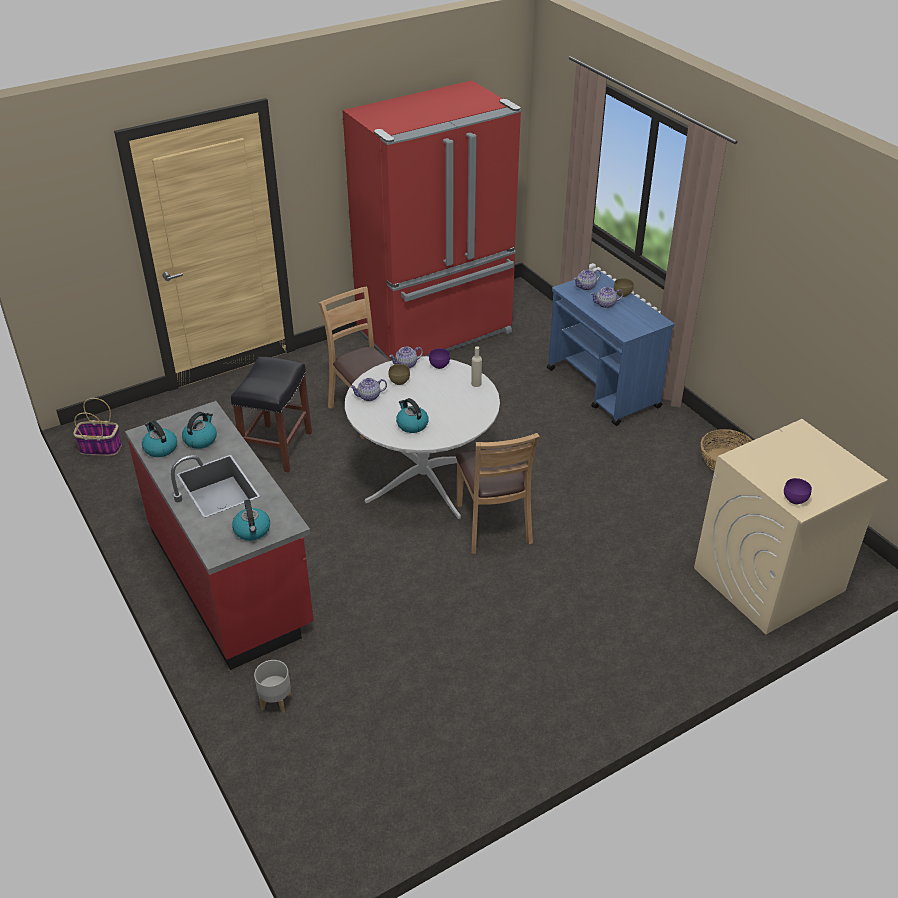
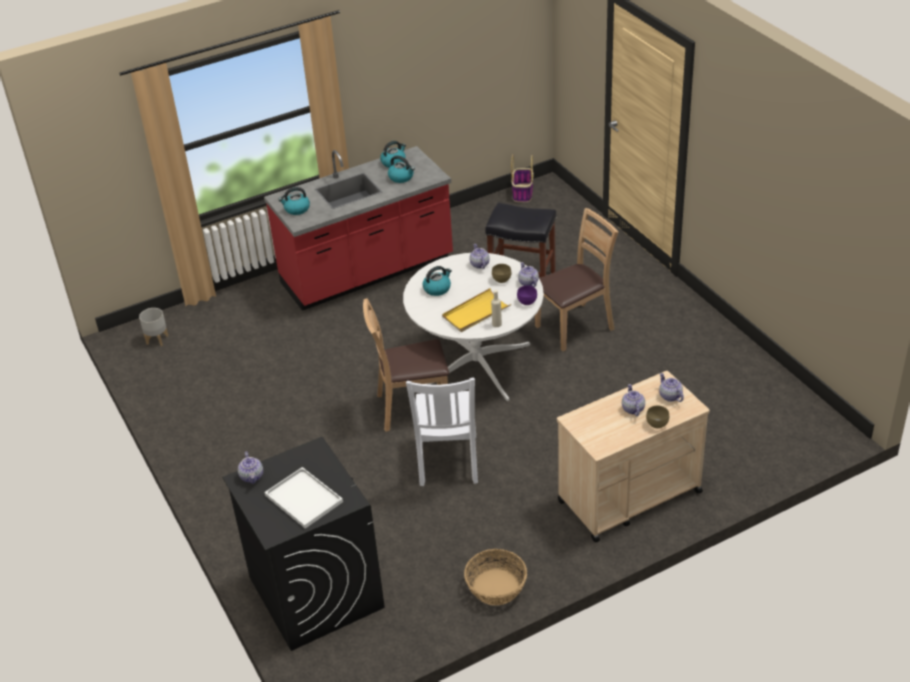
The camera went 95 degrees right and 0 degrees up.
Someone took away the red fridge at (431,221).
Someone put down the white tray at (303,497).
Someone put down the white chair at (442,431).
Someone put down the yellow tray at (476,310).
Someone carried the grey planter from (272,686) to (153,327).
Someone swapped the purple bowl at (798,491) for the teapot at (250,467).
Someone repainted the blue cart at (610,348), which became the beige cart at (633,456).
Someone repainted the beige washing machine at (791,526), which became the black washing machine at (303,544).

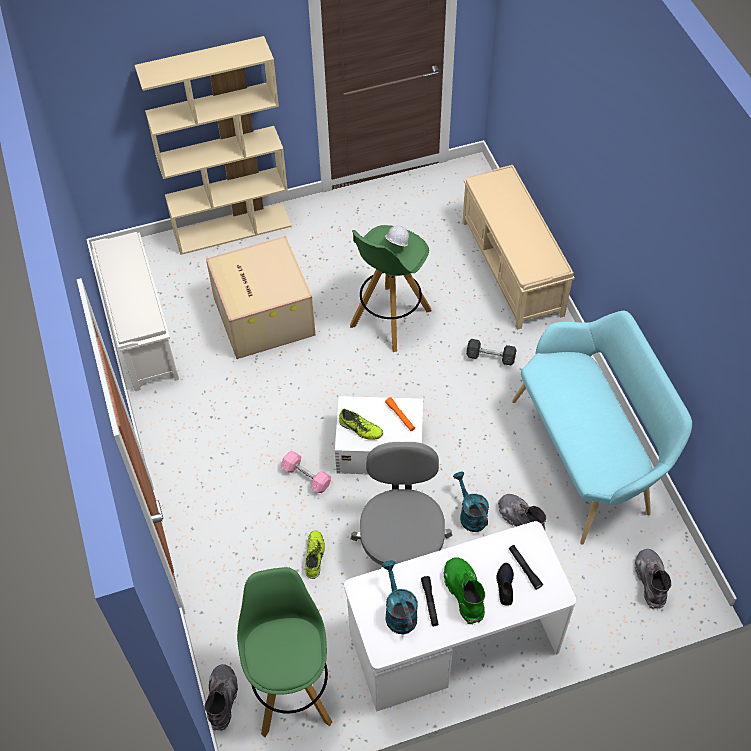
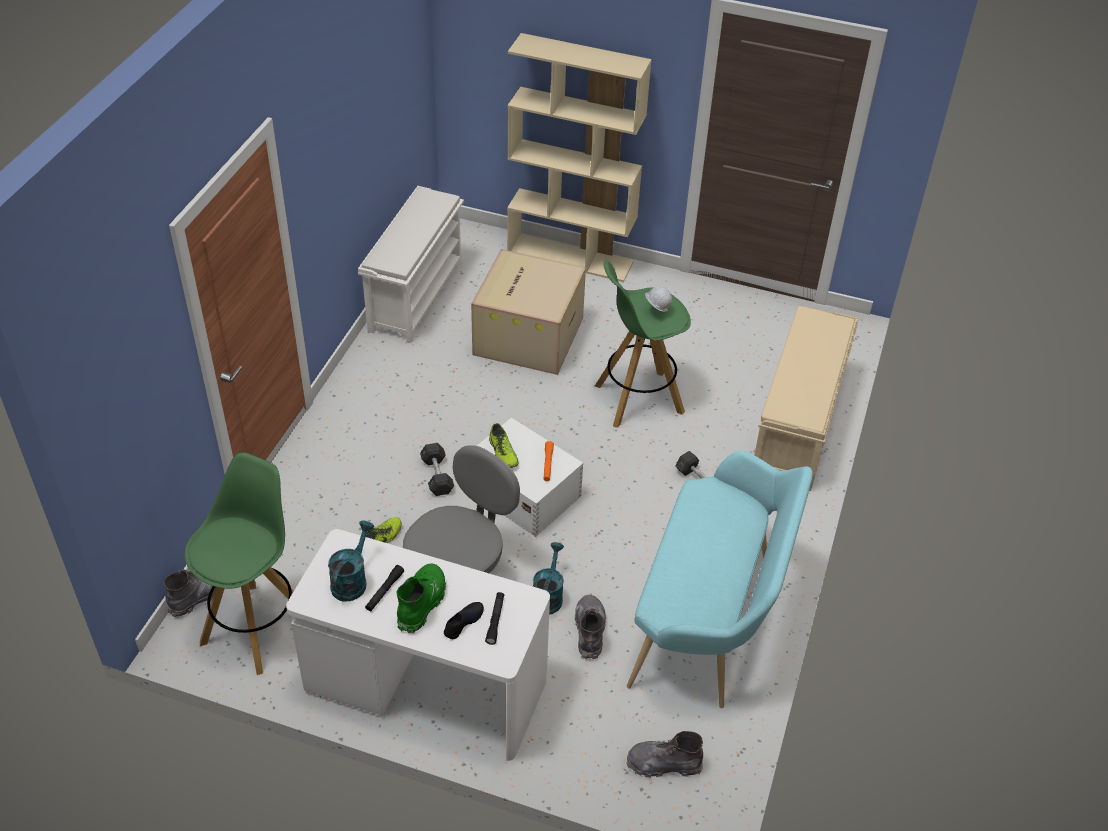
The camera went 35 degrees right and 10 degrees down.
Someone repainted the pink dumbbell at (306,472), which became the grey dumbbell at (437,469).
Someone rotated the grey boot at (653,579) by 120 degrees counterclockwise.

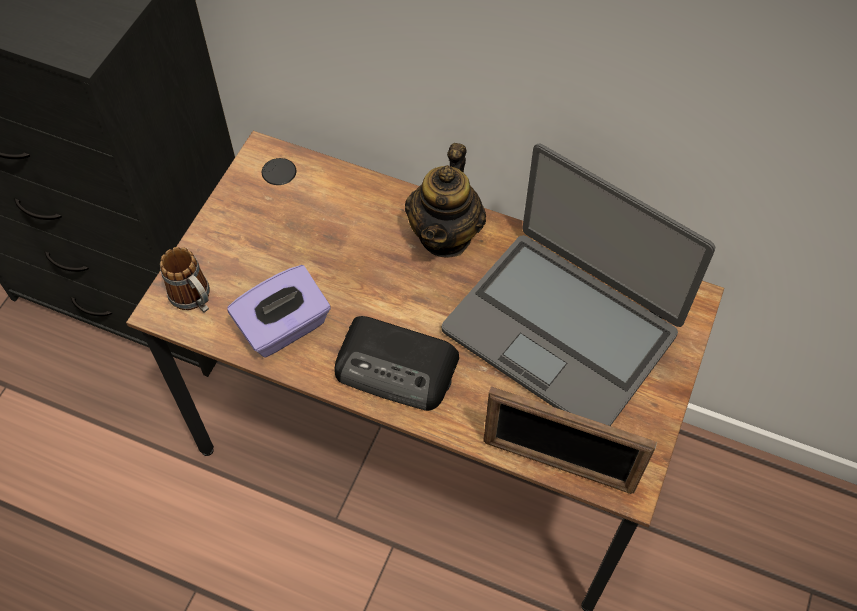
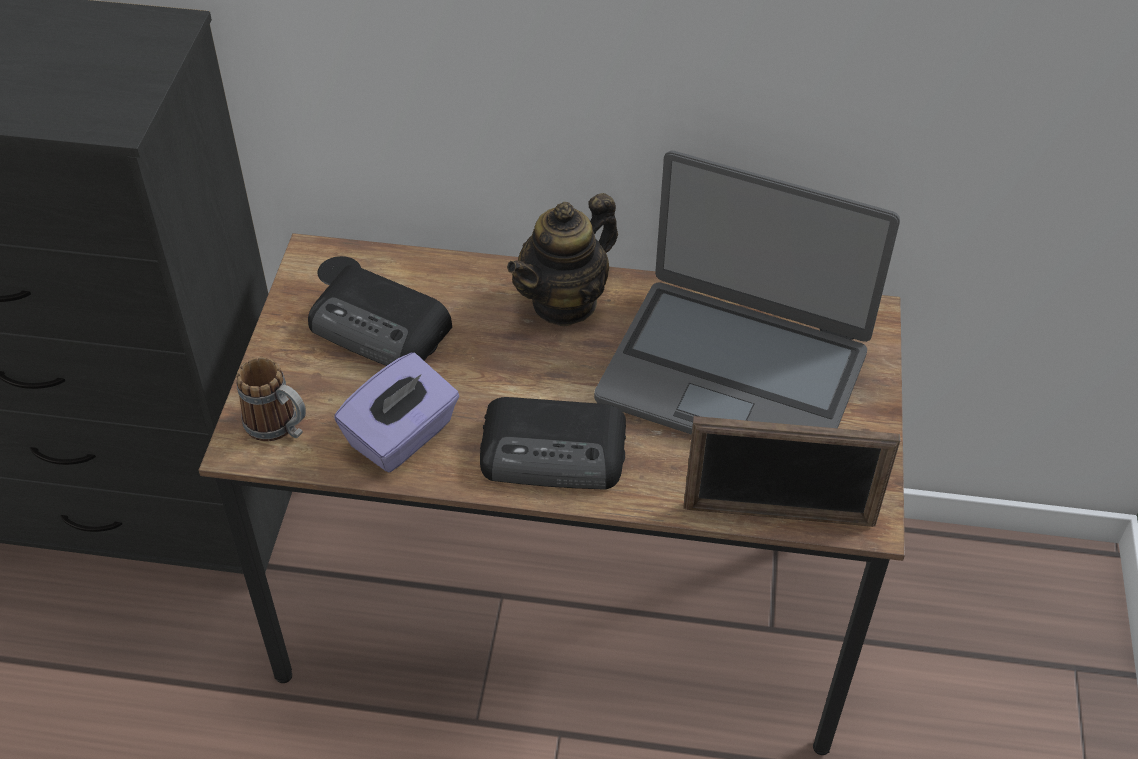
The camera went 15 degrees left and 10 degrees down.
Someone put down the radio at (380,315).
Someone rotated the teapot at (445,200) by 45 degrees clockwise.

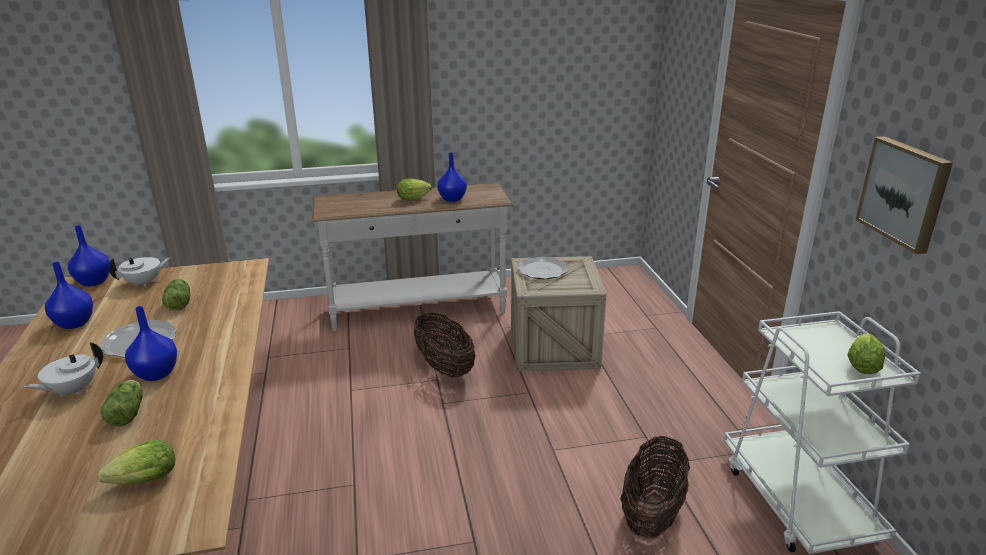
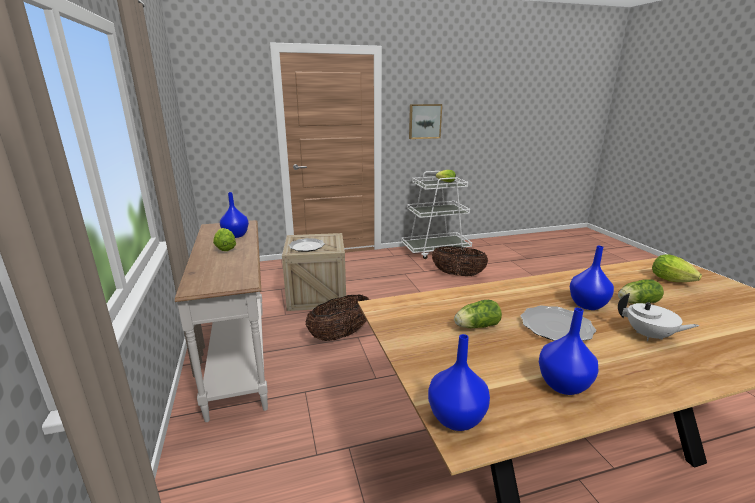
The camera went 95 degrees left and 5 degrees down.
Someone took away the white teapot at (140,272).

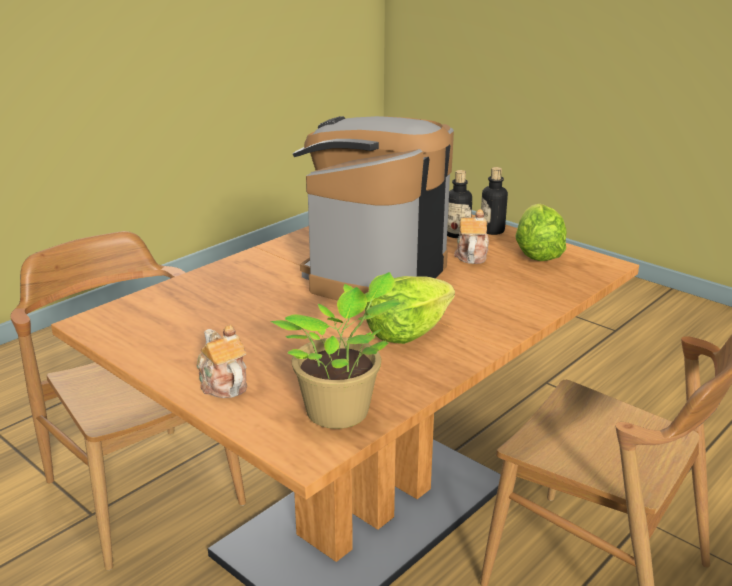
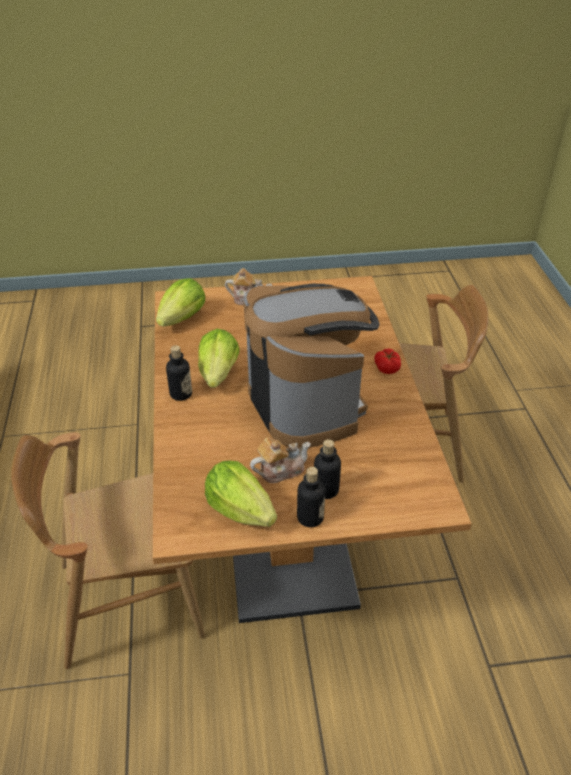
The camera went 130 degrees right and 15 degrees up.
Someone put down the bottle at (179,373).
Someone put down the tomato at (387,361).
Someone swapped the potted plant at (335,350) for the lettuce at (180,302).
Someone rotated the teapot at (471,236) by 75 degrees counterclockwise.

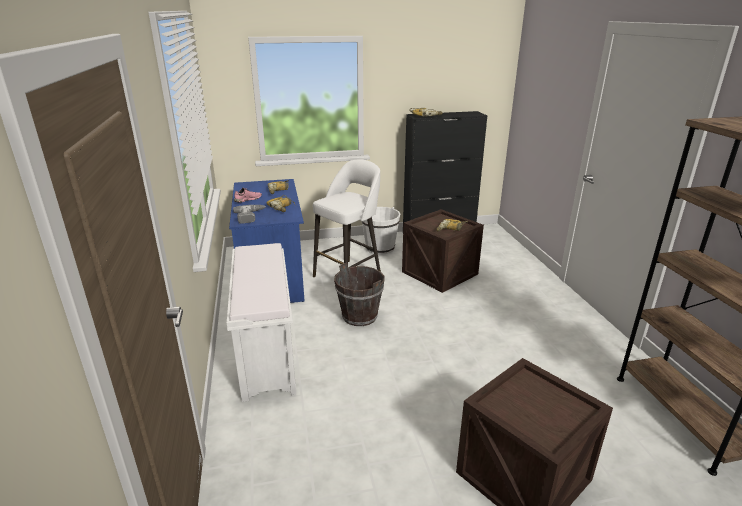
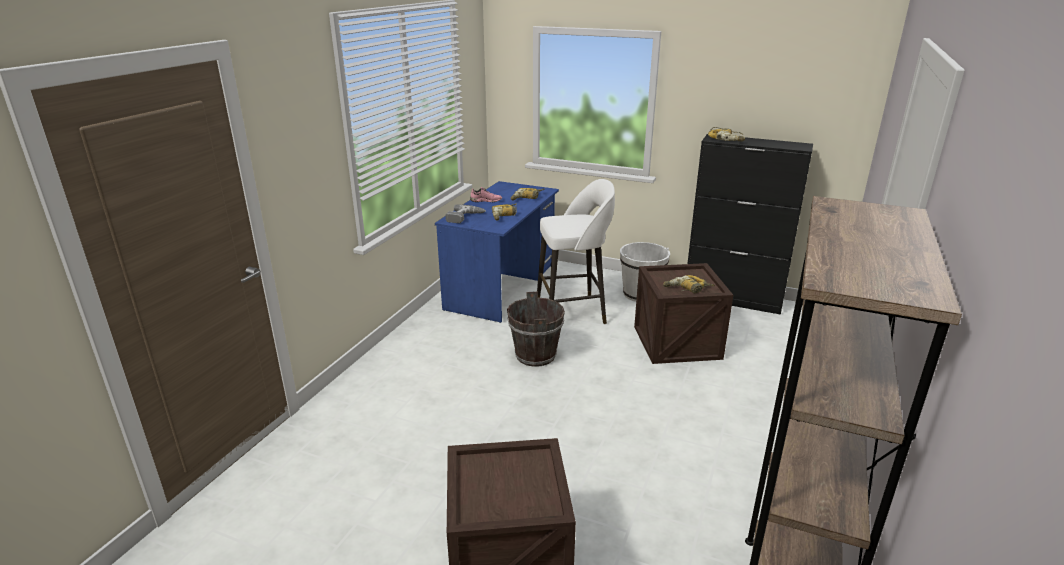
The camera went 35 degrees right and 0 degrees up.
Someone took away the white bench at (261,322).

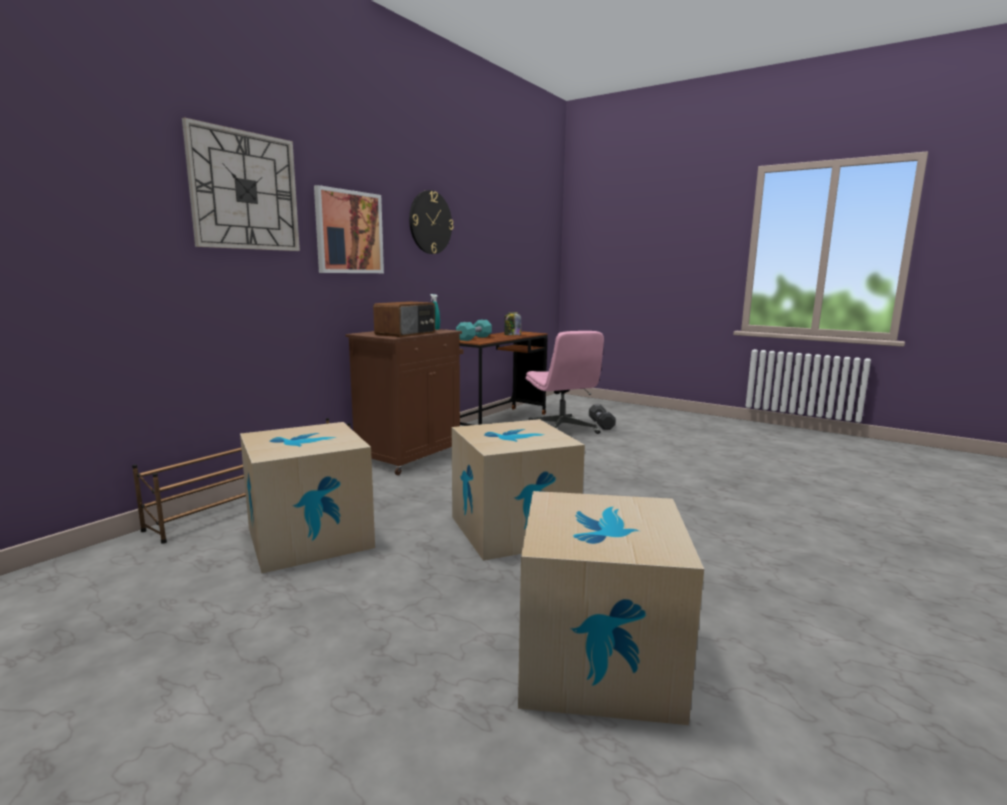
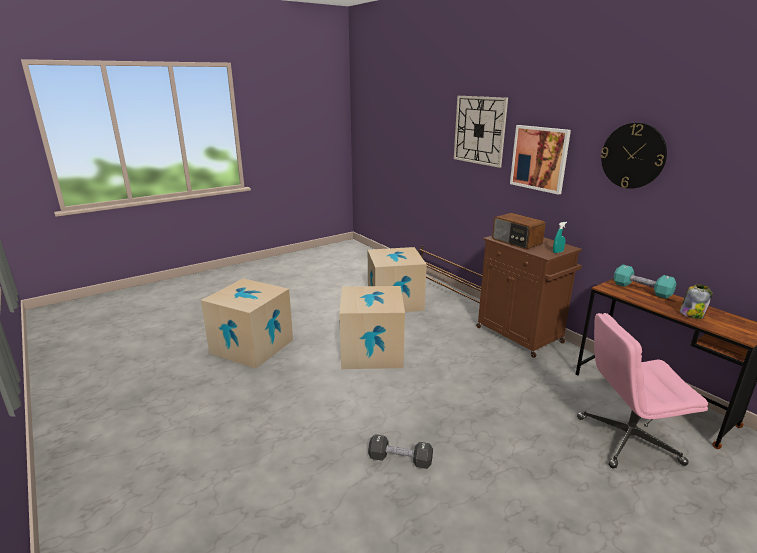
The camera went 110 degrees right and 10 degrees up.
Someone carried the black dumbbell from (602,417) to (400,451).

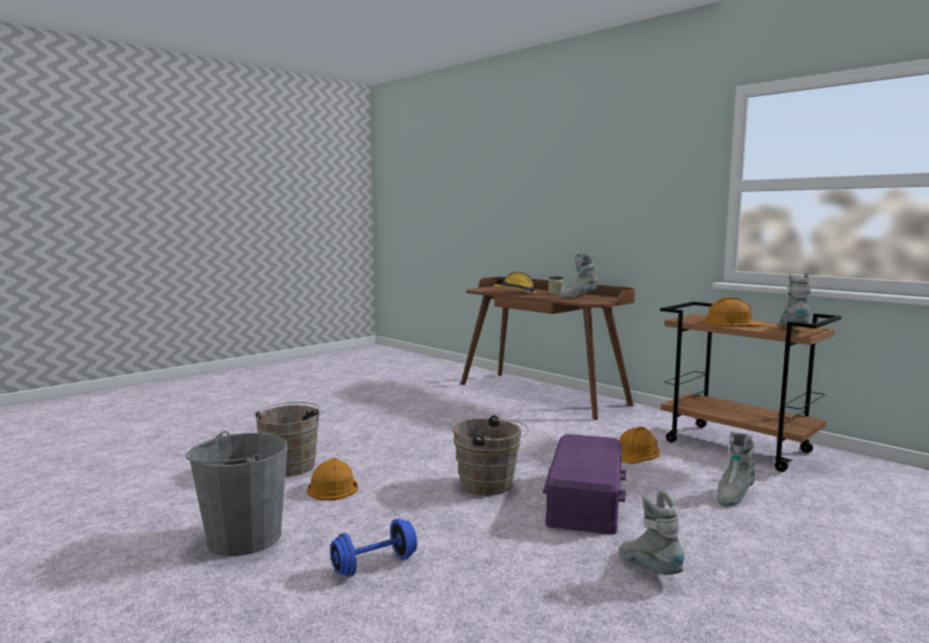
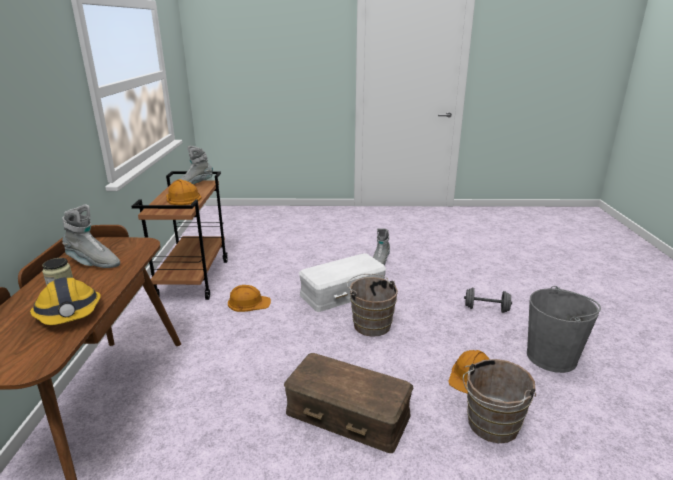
The camera went 135 degrees left and 15 degrees up.
Someone took away the grey boot at (736,468).
Someone put down the brown storage box at (348,403).
Someone repainted the blue dumbbell at (373,547), which became the grey dumbbell at (488,300).
Someone repainted the purple storage box at (584,484), which became the white storage box at (342,282).

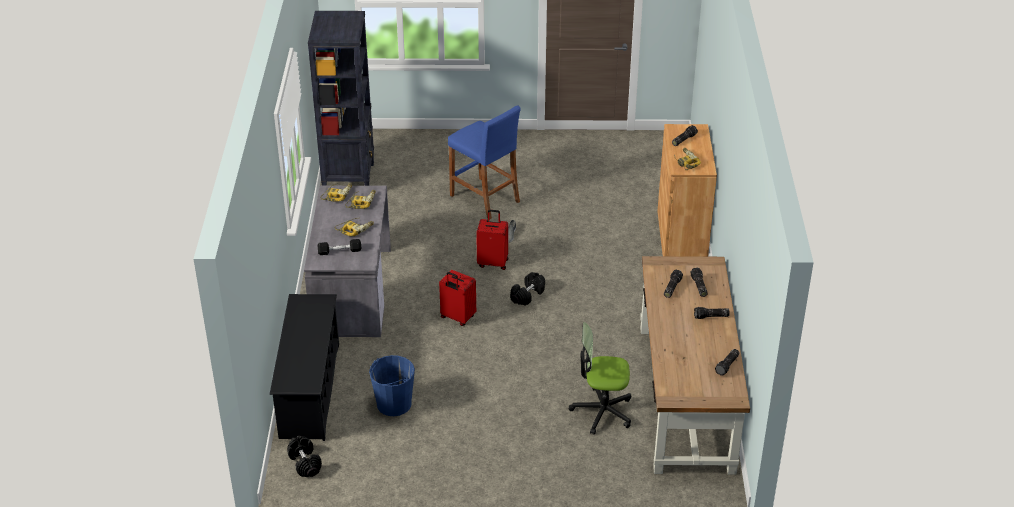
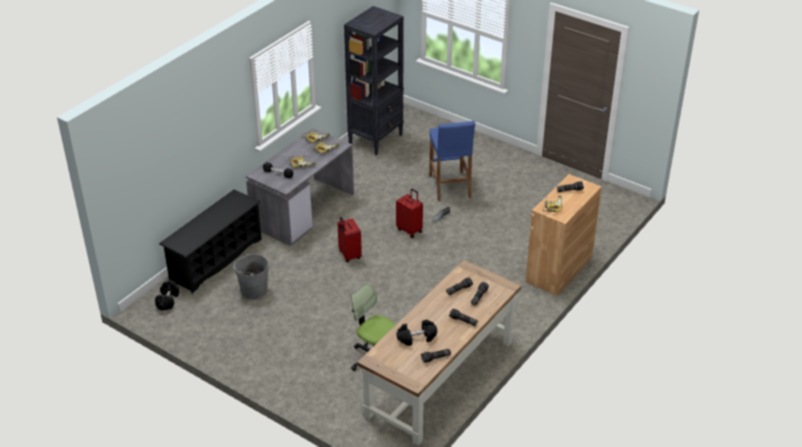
The camera went 35 degrees right and 0 degrees up.
Someone carried the black dumbbell from (527,289) to (416,333).
Someone repainted the blue bucket at (392,385), which became the grey bucket at (251,276).

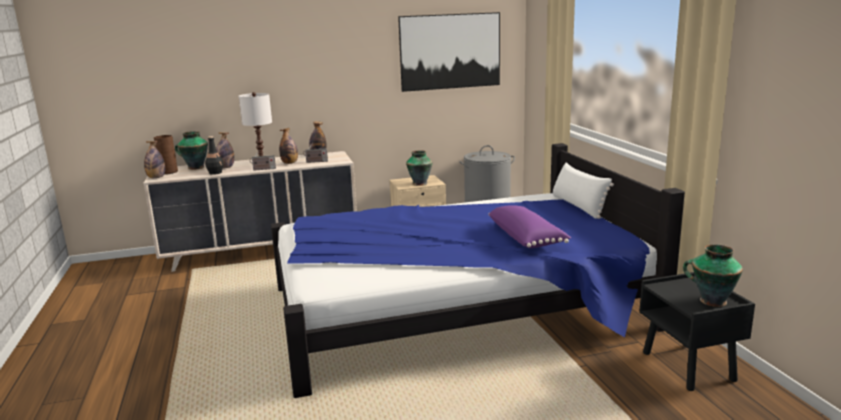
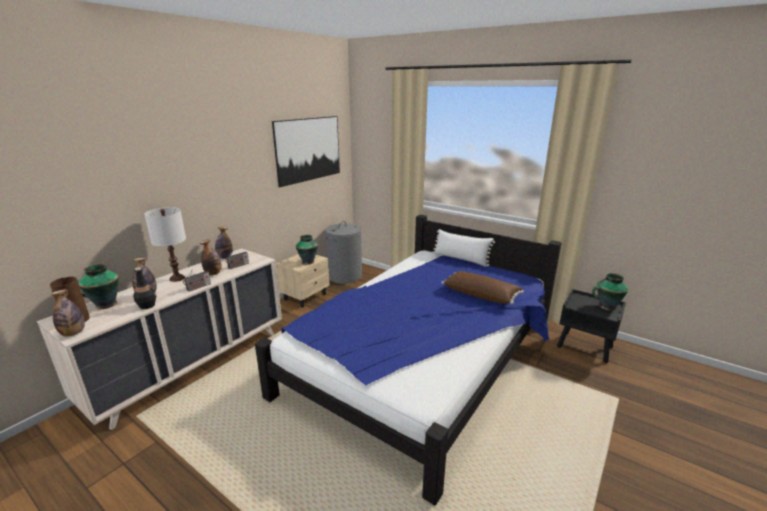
The camera went 40 degrees left and 5 degrees up.
Someone repainted the purple pillow at (529,226), which became the brown pillow at (482,287).

